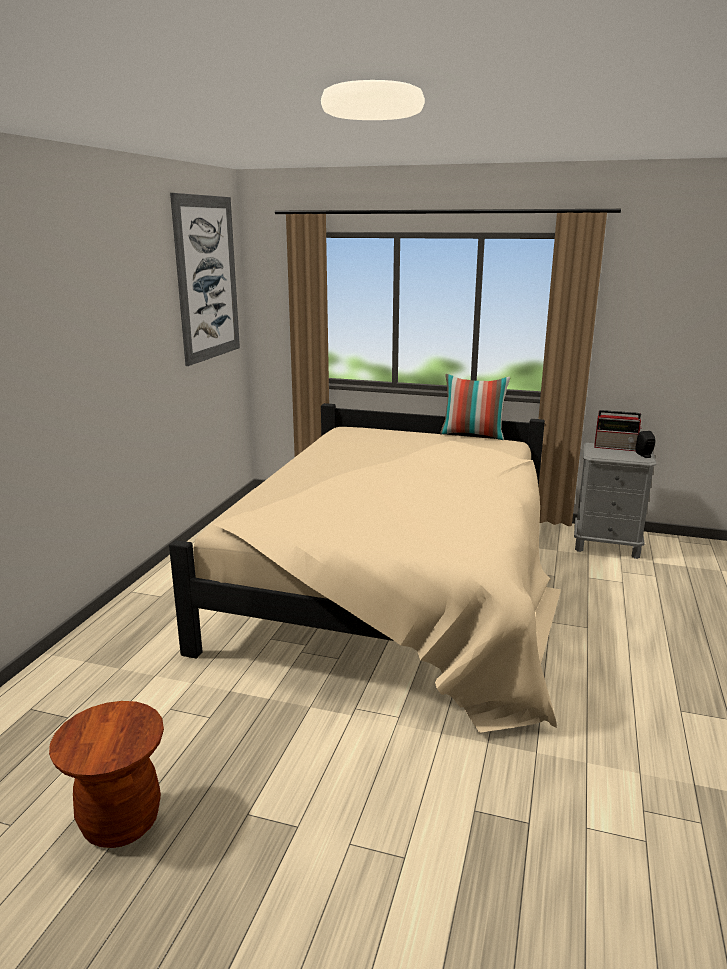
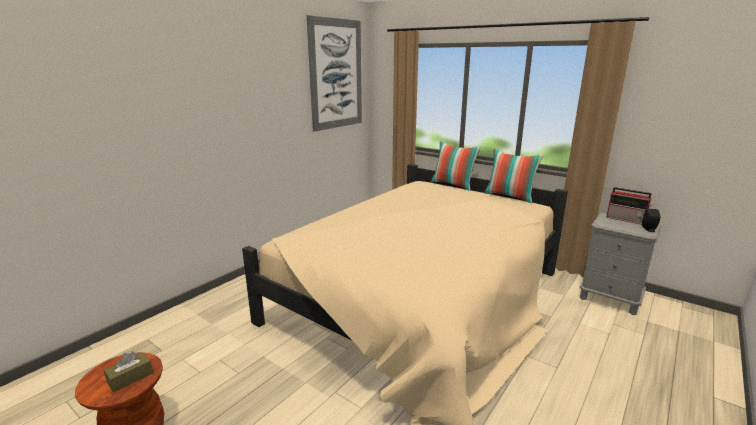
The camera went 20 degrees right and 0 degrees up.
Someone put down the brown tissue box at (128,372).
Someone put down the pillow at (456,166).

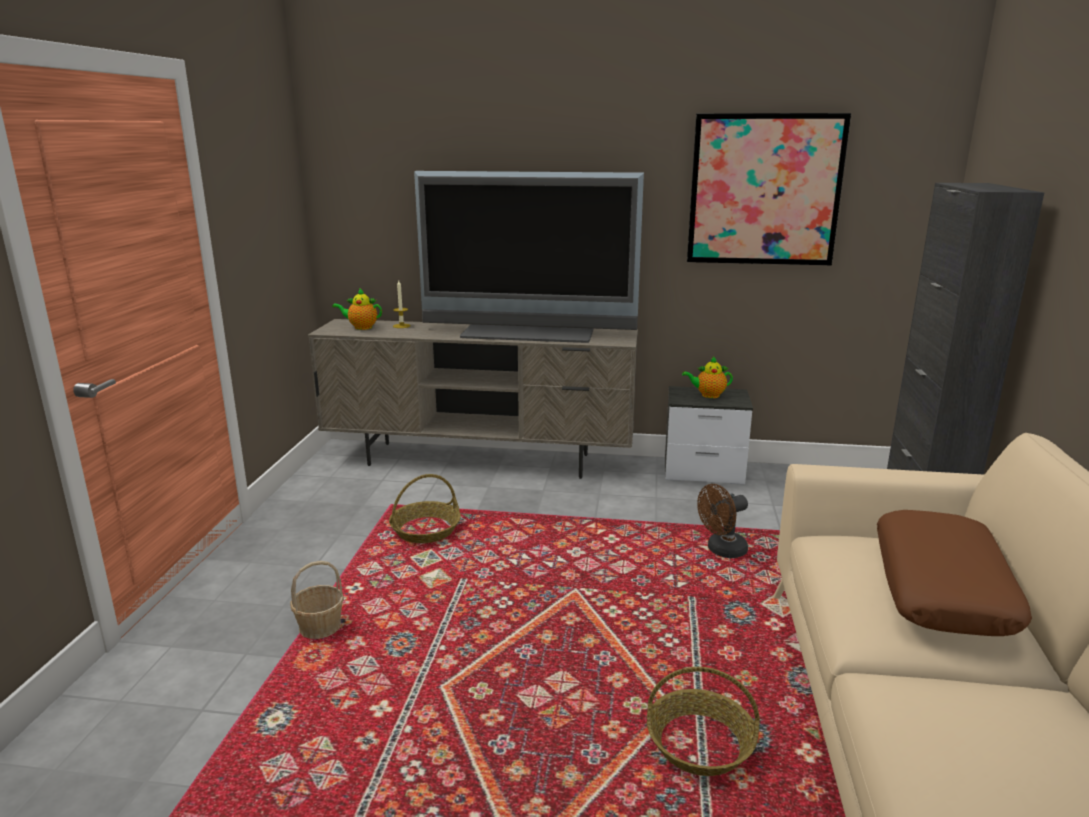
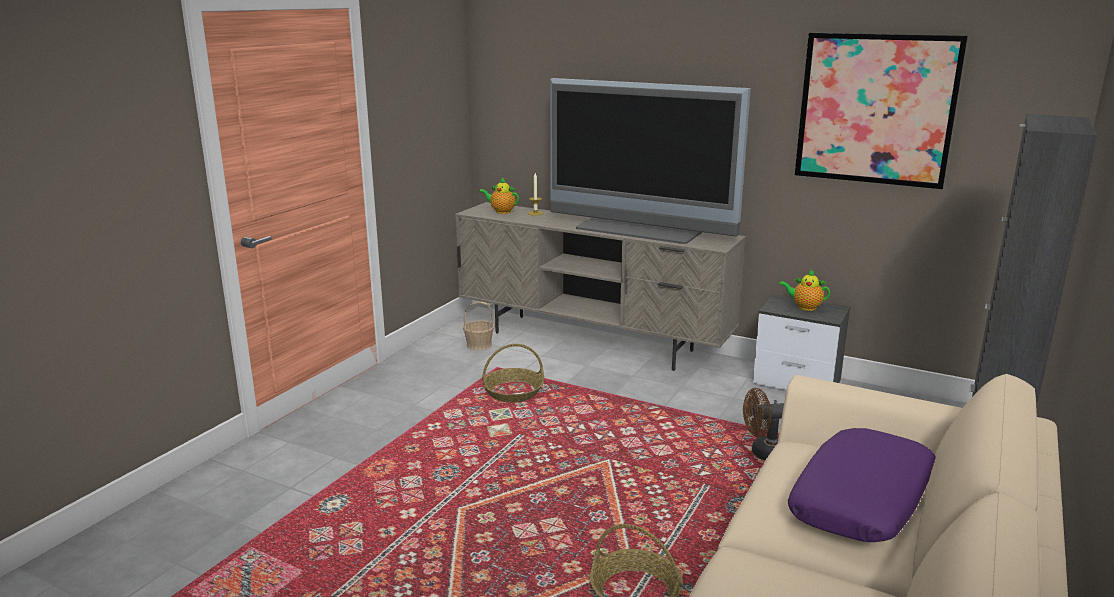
The camera went 20 degrees right and 0 degrees up.
Someone carried the basket from (317,600) to (478,326).
Someone repainted the brown pillow at (954,573), which became the purple pillow at (862,485).

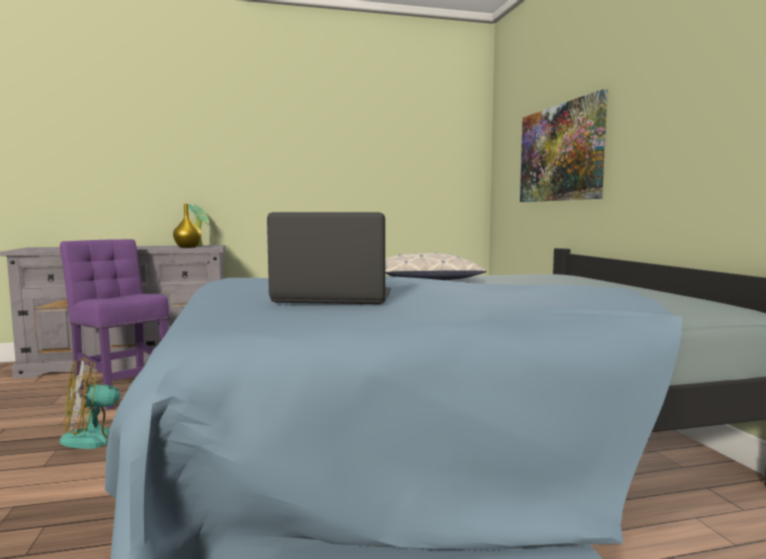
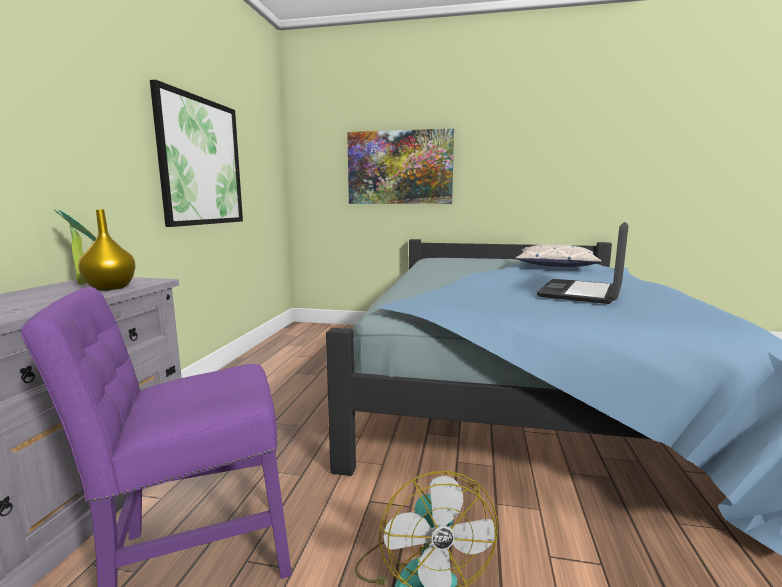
The camera went 65 degrees left and 5 degrees up.
Someone put up the picture at (196,153).
Someone carried the pillow from (435,266) to (558,255).

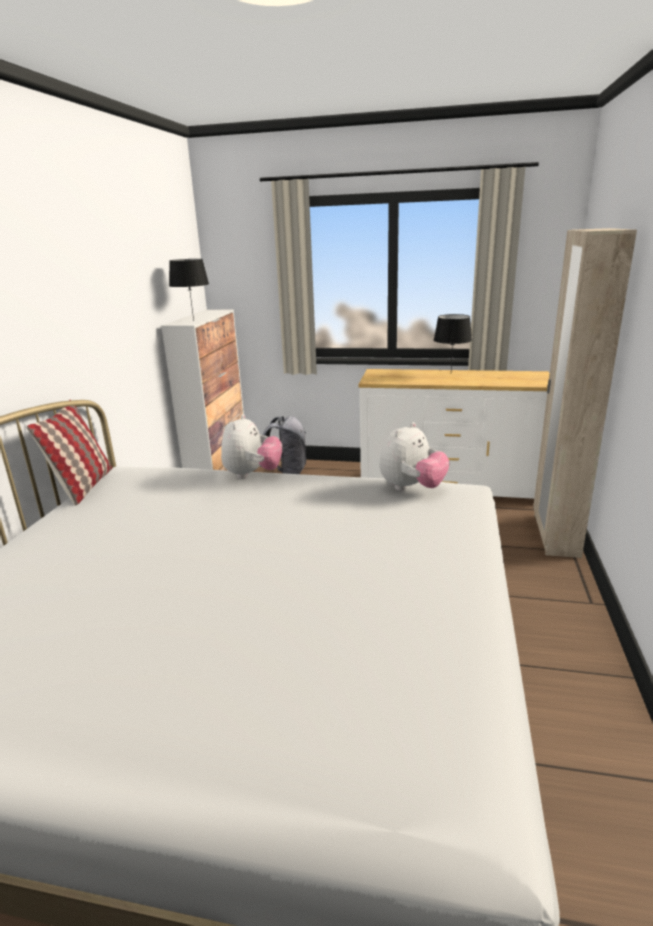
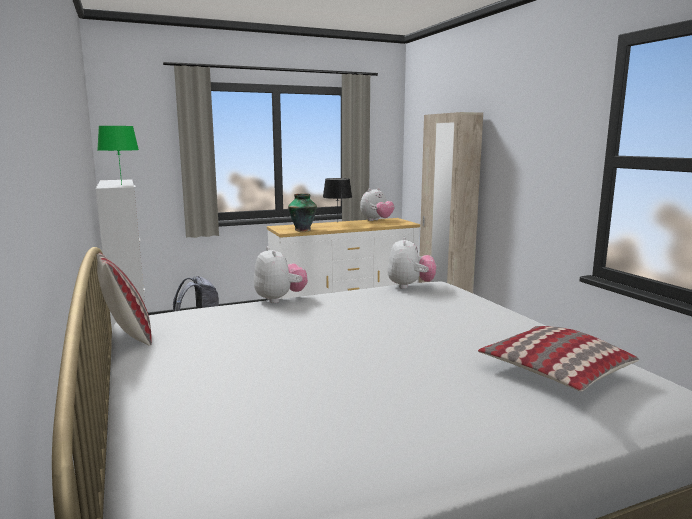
The camera went 35 degrees left and 10 degrees down.
Someone put down the vase at (302,213).
Someone put down the plush toy at (377,204).
Someone put down the pillow at (558,358).
Someone repainted the black table lamp at (189,290), which became the green table lamp at (118,155).

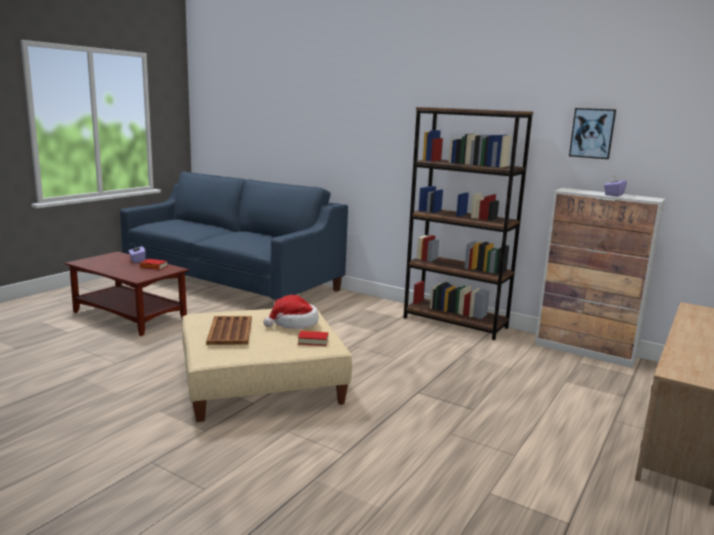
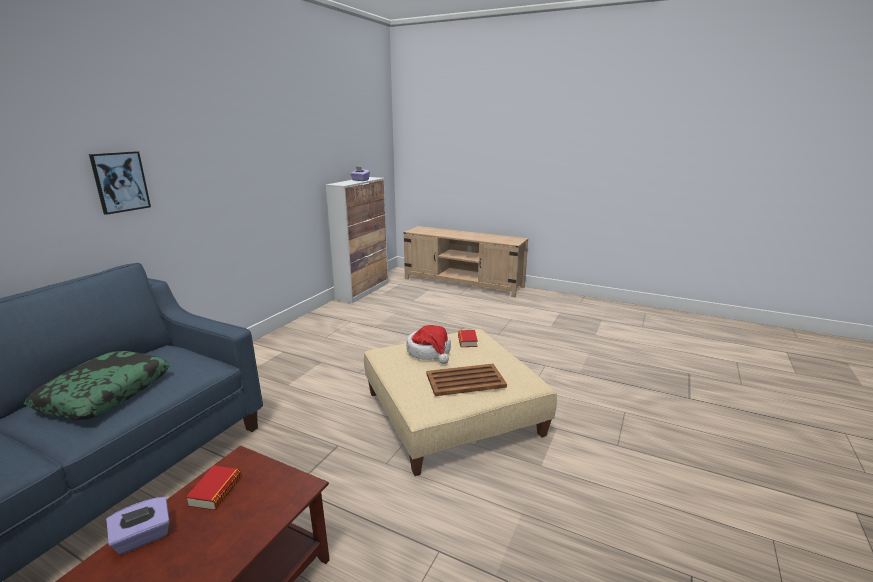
The camera went 95 degrees left and 5 degrees up.
Someone took away the brown bookcase at (468,223).
Someone put down the pillow at (97,385).
Someone carried the picture from (592,133) to (120,183).

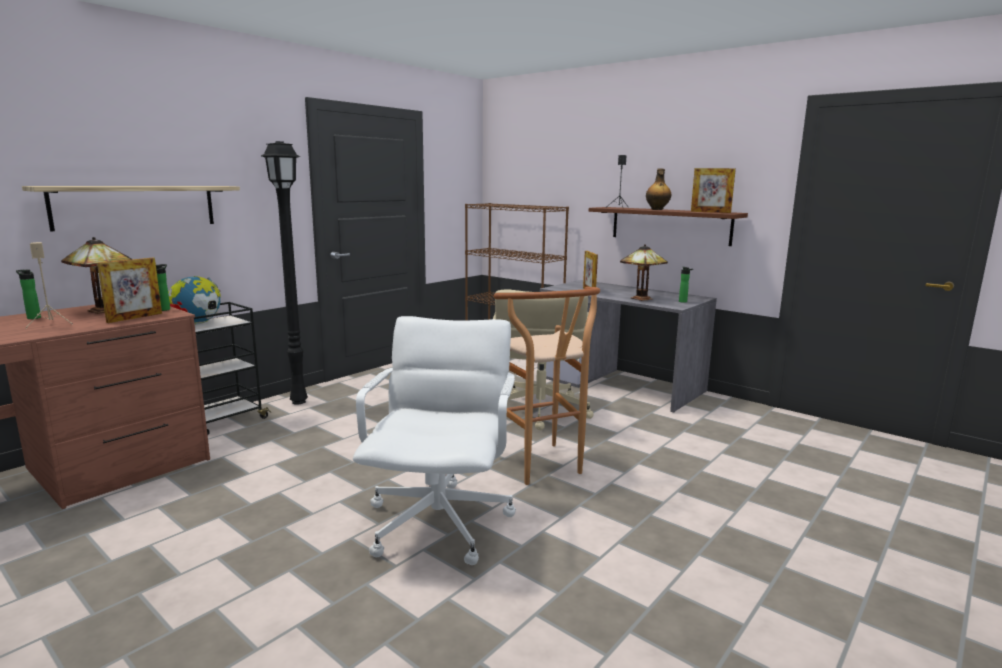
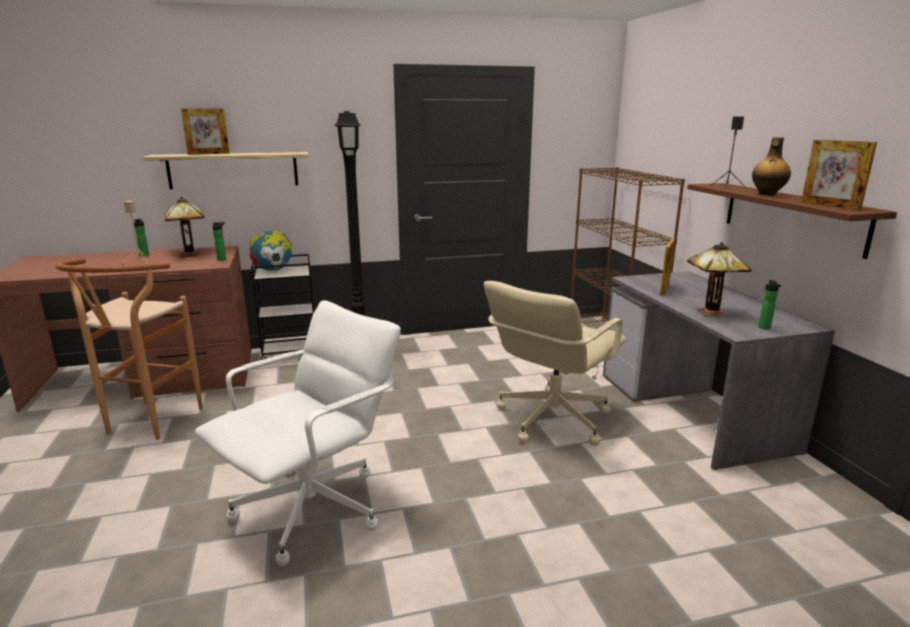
The camera went 35 degrees right and 5 degrees up.
Someone carried the picture frame from (129,290) to (205,131).
Someone carried the brown stool from (547,386) to (129,349).

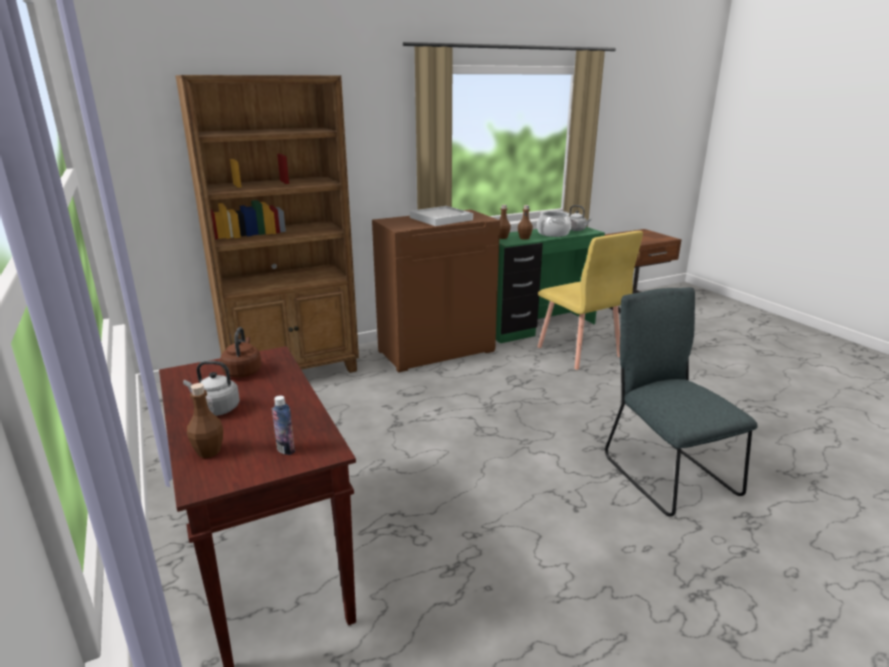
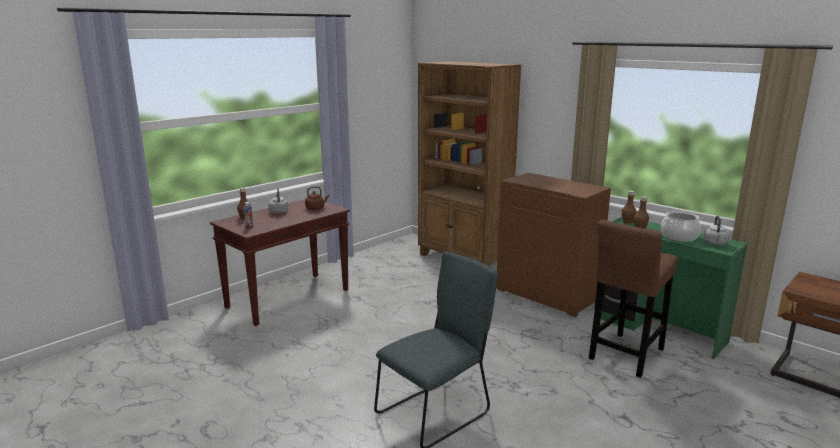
The camera went 70 degrees right and 5 degrees down.
Someone took away the white tray at (441,216).
Someone swapped the yellow chair at (590,300) for the brown stool at (633,298).

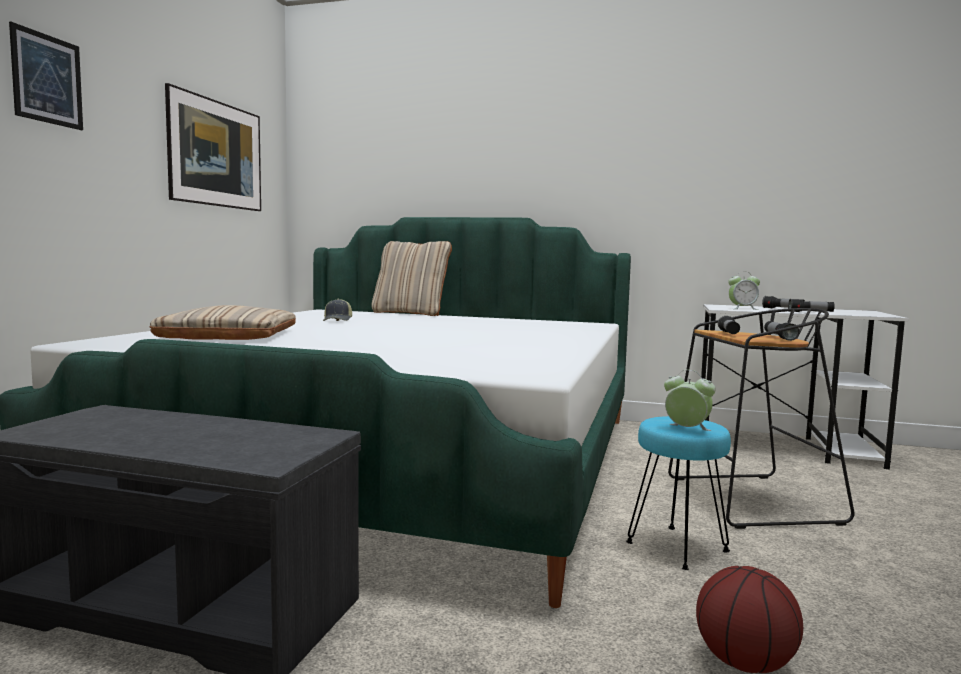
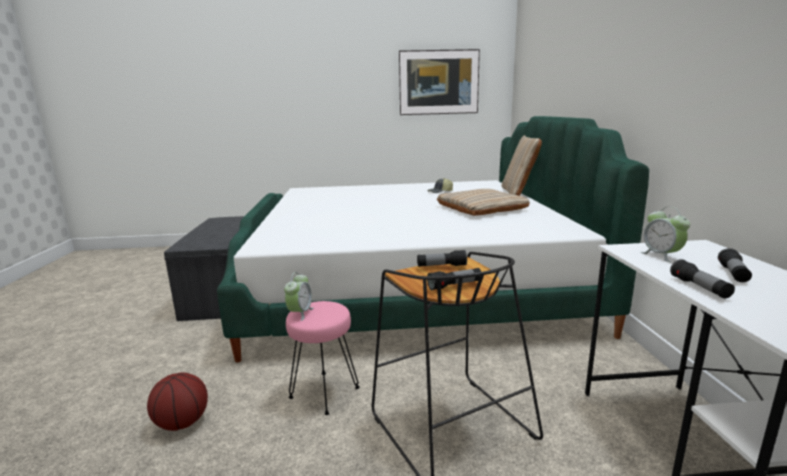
The camera went 70 degrees right and 10 degrees up.
Someone took away the picture at (46,76).
Someone carried the beige pillow from (223,322) to (483,202).
Someone repainted the turquoise stool at (678,493), which became the pink stool at (323,358).

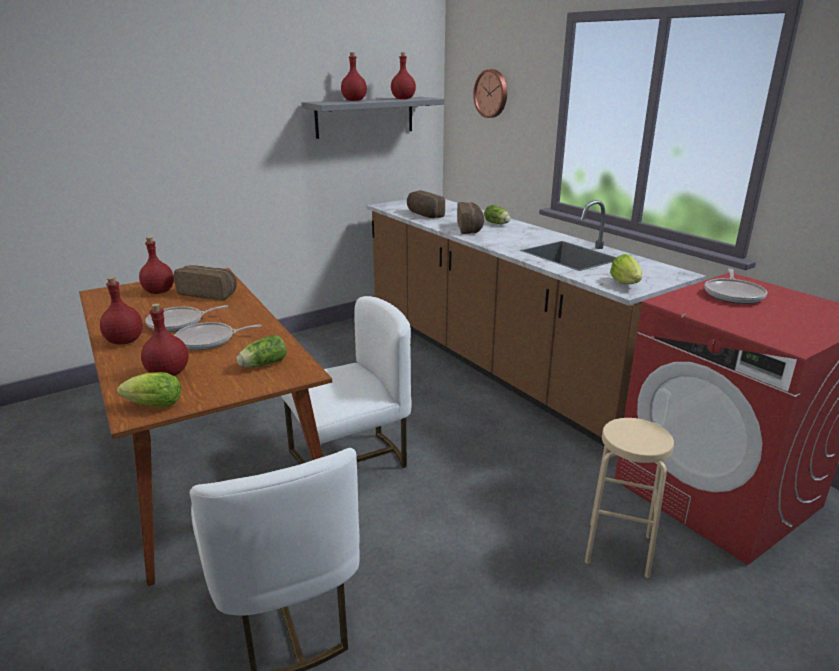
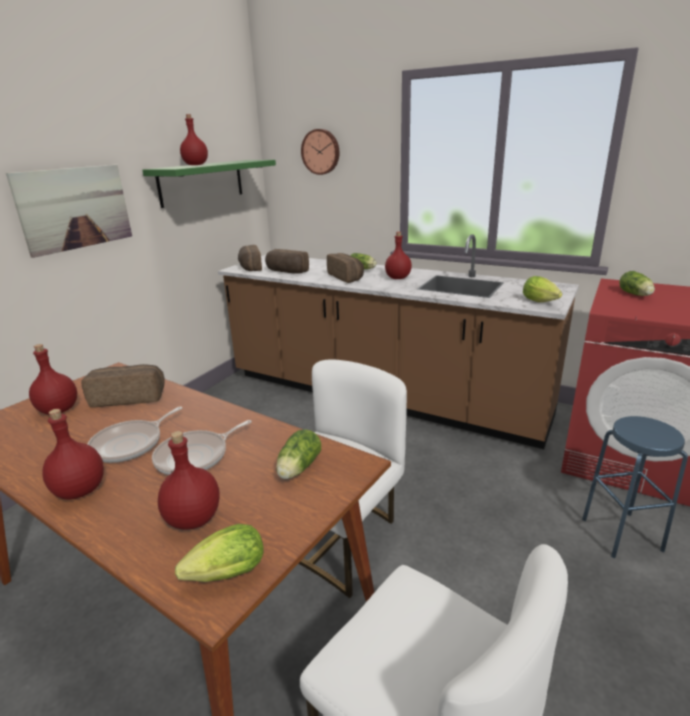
The camera went 25 degrees left and 0 degrees up.
Someone put up the picture at (69,211).
Someone put down the bread at (250,258).
Someone carried the red bottle from (403,75) to (398,255).
Someone swapped the frying pan at (735,286) for the lettuce at (637,283).
Someone repainted the grey shelf at (373,118), which became the green shelf at (209,184).
Someone repainted the beige stool at (629,498), which became the blue stool at (635,487).

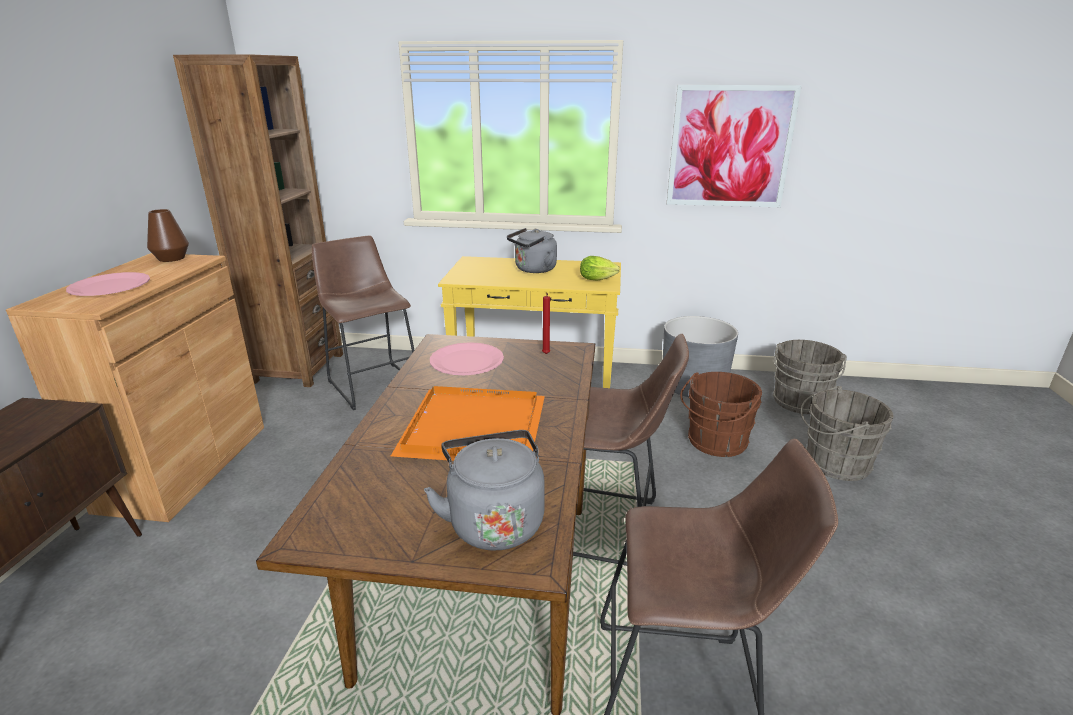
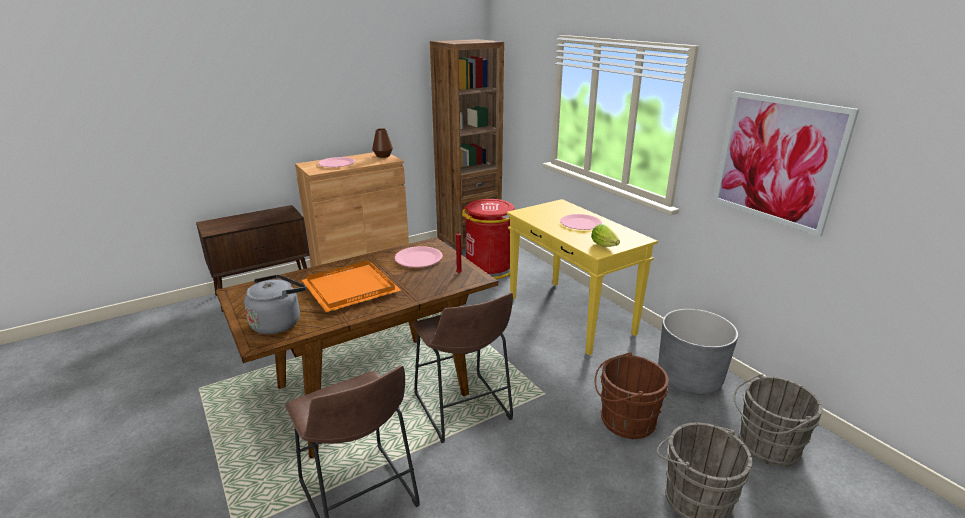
The camera went 50 degrees right and 0 degrees up.
Someone swapped the brown stool at (363,323) for the red trash can at (488,239).
Someone swapped the grey kettle at (532,250) for the pink plate at (581,222).

